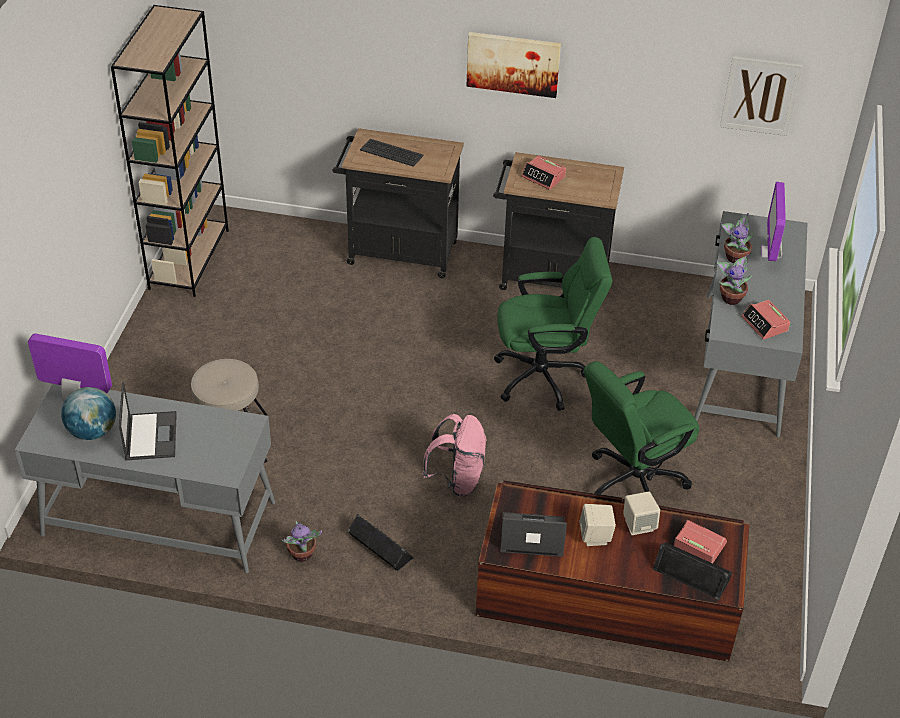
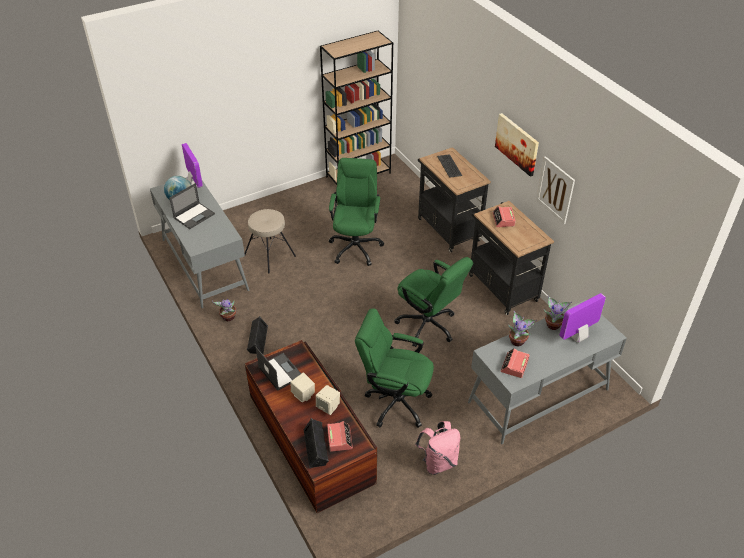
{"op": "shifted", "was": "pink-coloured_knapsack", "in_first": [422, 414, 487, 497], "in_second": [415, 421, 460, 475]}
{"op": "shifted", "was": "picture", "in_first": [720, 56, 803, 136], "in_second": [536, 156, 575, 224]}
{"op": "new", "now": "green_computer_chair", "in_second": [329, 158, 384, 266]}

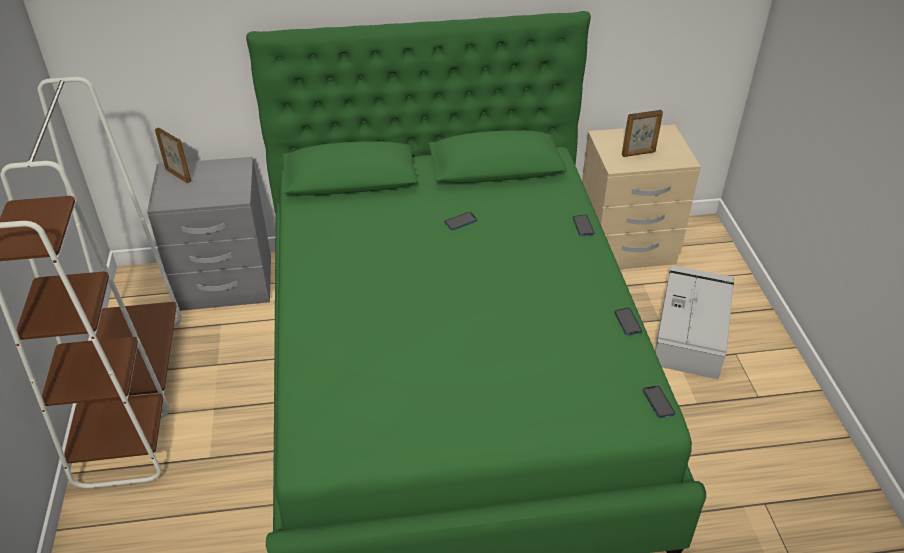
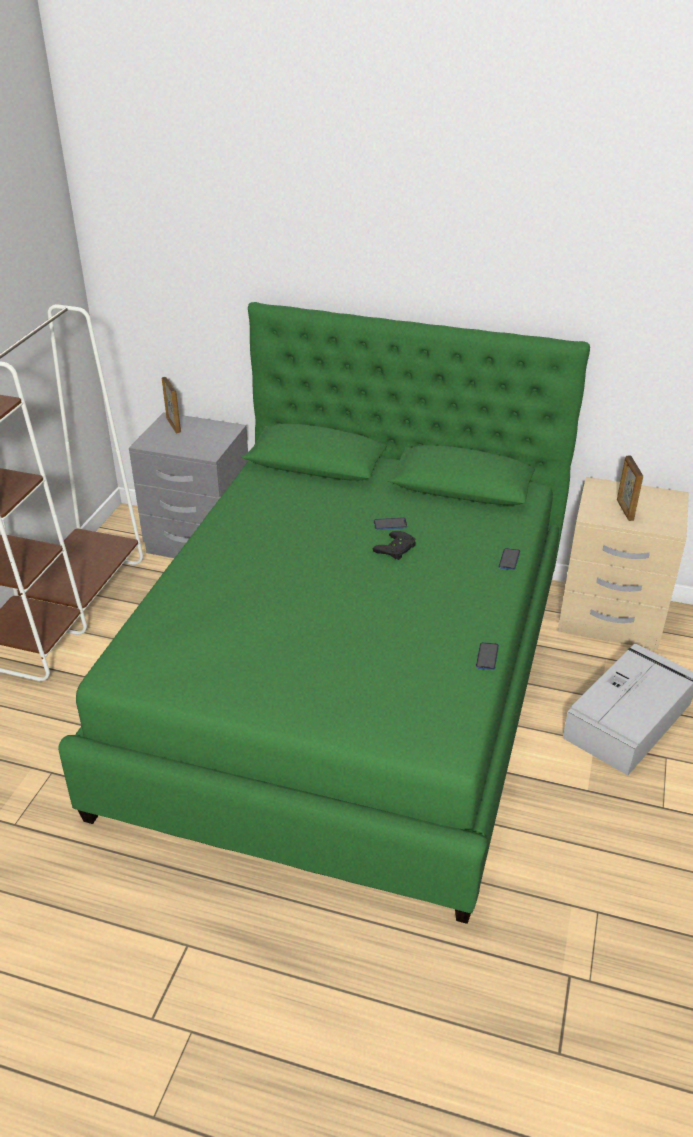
{"op": "rotated", "was": "picture_frame", "in_first": [622, 110, 663, 157], "in_second": [617, 456, 643, 521], "clockwise": 75}
{"op": "gone", "was": "handset", "in_first": [642, 386, 675, 418]}
{"op": "new", "now": "blackish_game_controller", "in_second": [373, 531, 416, 560]}

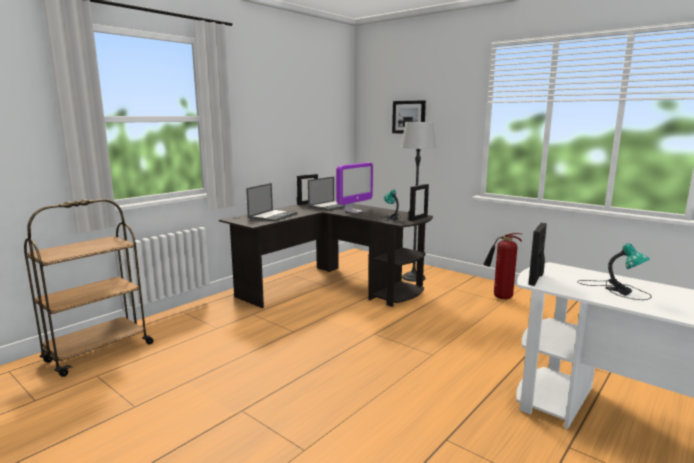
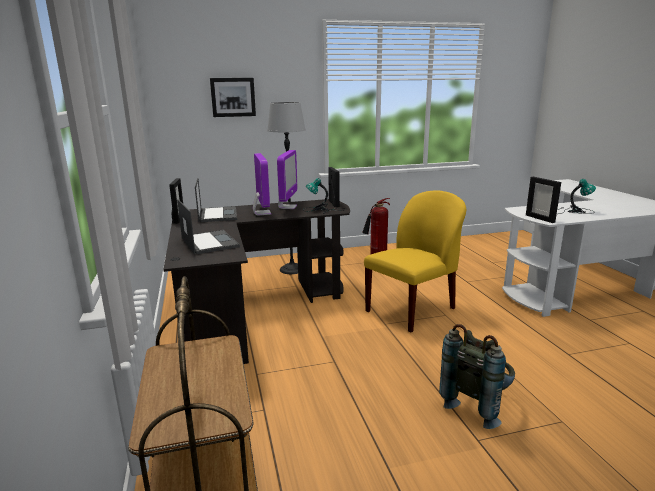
{"op": "new", "now": "computer_display", "in_second": [277, 150, 297, 209]}
{"op": "new", "now": "yellowish_upright_chair", "in_second": [364, 190, 466, 332]}
{"op": "new", "now": "gray_knapsack", "in_second": [439, 324, 515, 429]}

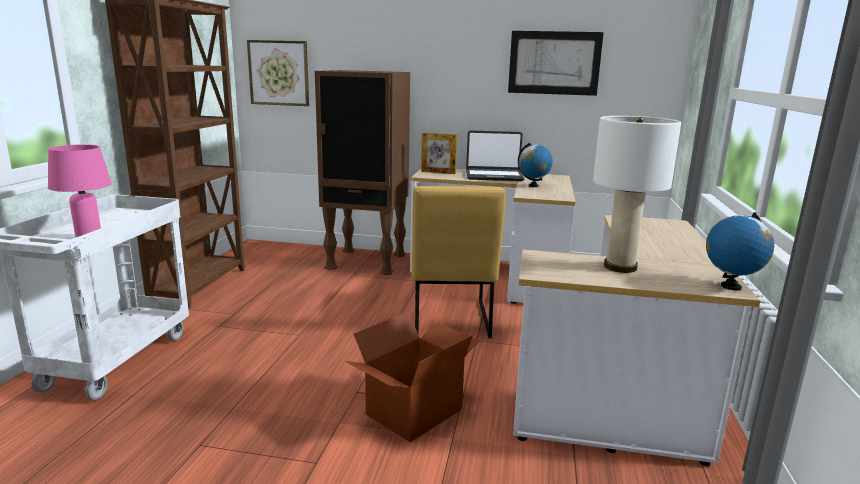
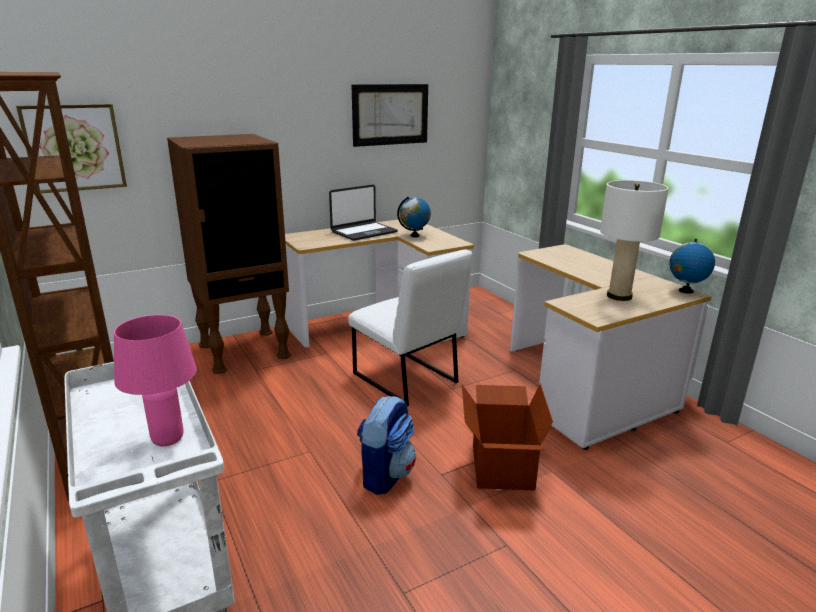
{"op": "repainted", "was": "yellowish_upright_chair", "now": "white-coloured_upright_chair", "in_first": [412, 186, 506, 338], "in_second": [348, 250, 472, 406]}
{"op": "gone", "was": "picture_frame", "in_first": [421, 133, 457, 174]}
{"op": "new", "now": "knapsack", "in_second": [357, 396, 416, 495]}

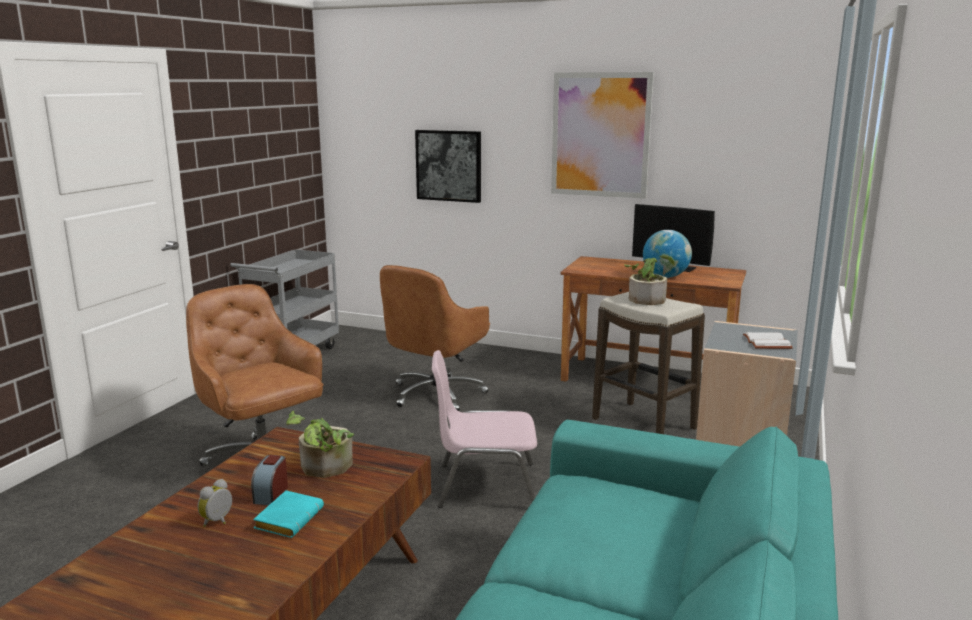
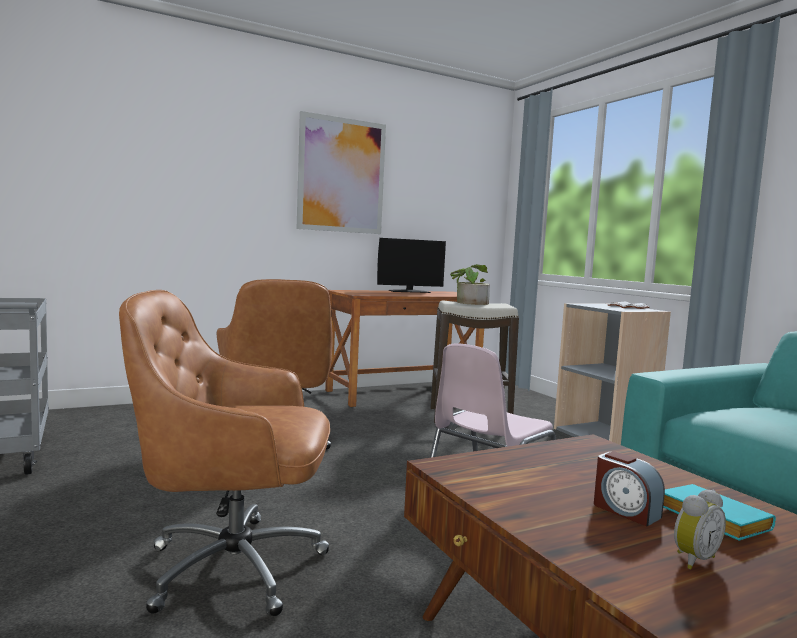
{"op": "rotated", "was": "bedside_clock", "in_first": [198, 479, 232, 527], "in_second": [674, 490, 726, 570], "clockwise": -105}
{"op": "gone", "was": "plant_in_a_pot", "in_first": [286, 411, 354, 478]}
{"op": "gone", "was": "picture", "in_first": [415, 130, 481, 203]}
{"op": "gone", "was": "world_globe", "in_first": [643, 230, 692, 278]}

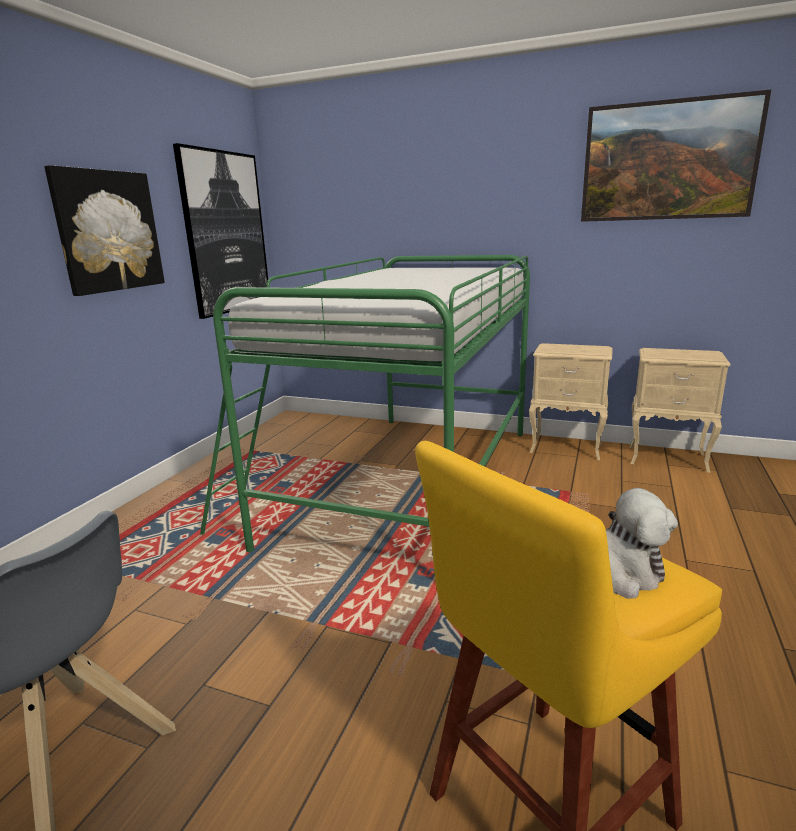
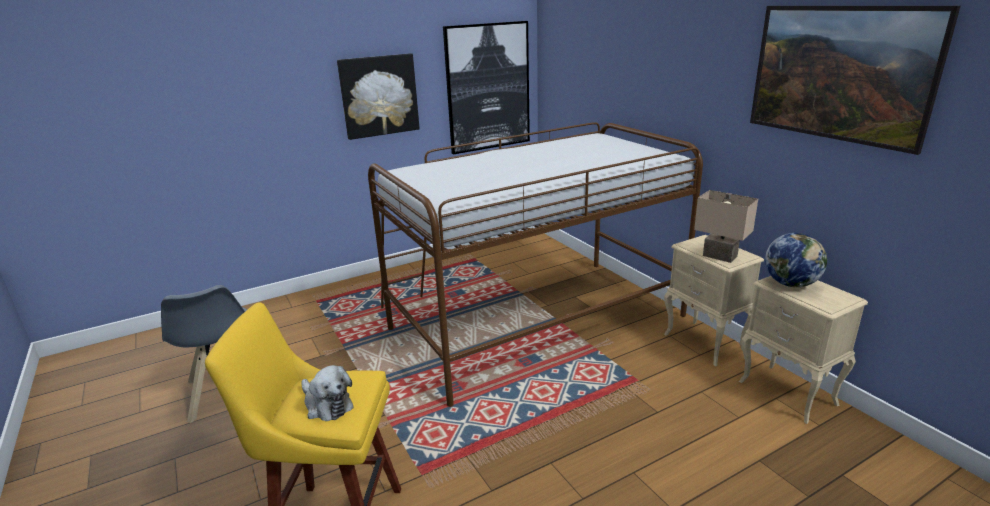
{"op": "repainted", "was": "green_bed", "now": "brown_bed", "in_first": [200, 255, 530, 552], "in_second": [368, 122, 703, 407]}
{"op": "new", "now": "sand-coloured_lamp_for_a_table", "in_second": [694, 190, 758, 263]}
{"op": "new", "now": "world_globe", "in_second": [765, 233, 827, 287]}

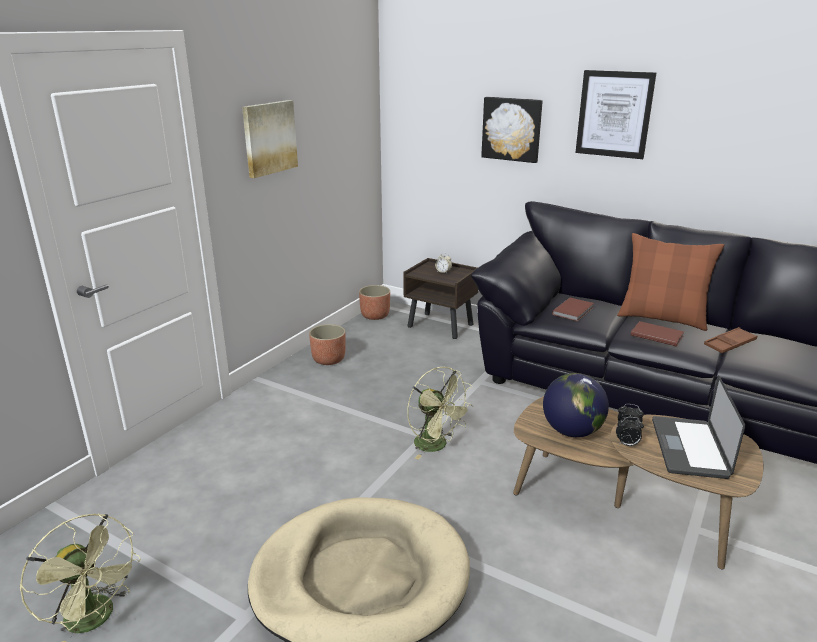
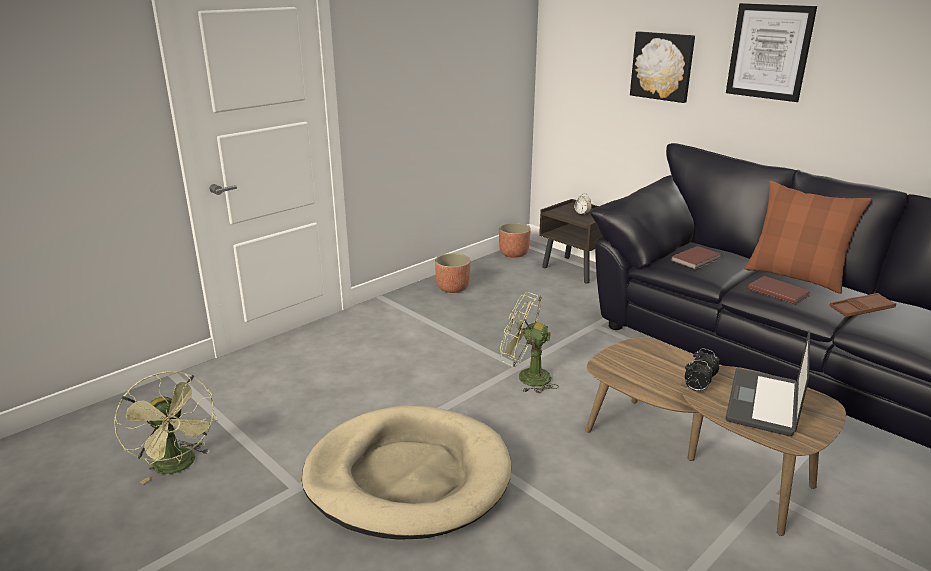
{"op": "gone", "was": "picture", "in_first": [242, 100, 298, 178]}
{"op": "rotated", "was": "green_fan", "in_first": [407, 367, 474, 459], "in_second": [500, 292, 559, 393], "clockwise": 135}
{"op": "gone", "was": "world_globe", "in_first": [543, 373, 609, 437]}

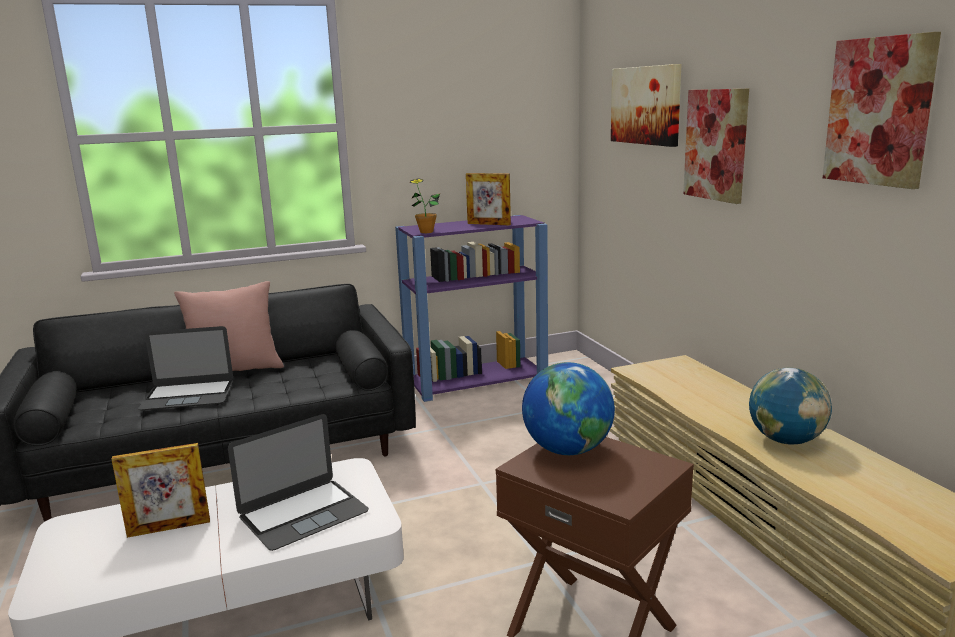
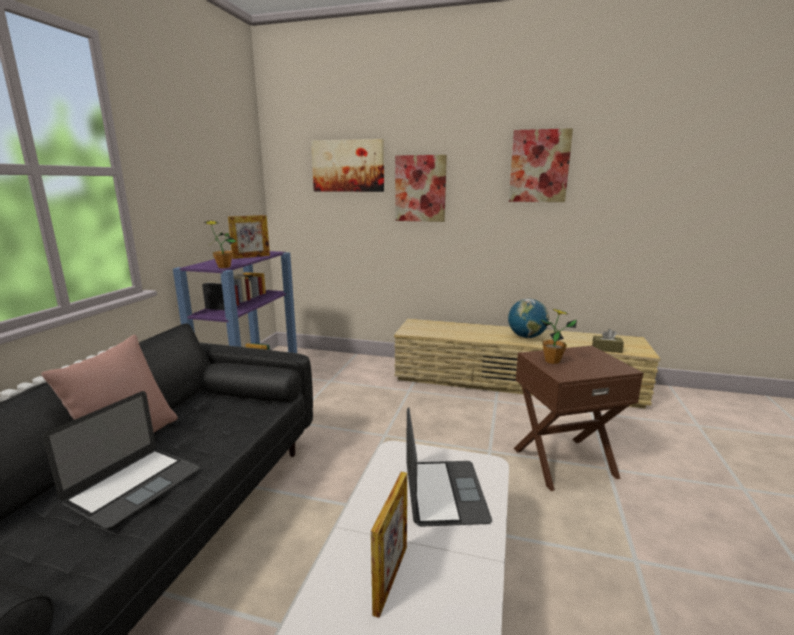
{"op": "swapped", "was": "world_globe", "now": "plant_in_a_pot", "in_first": [522, 362, 615, 455], "in_second": [540, 309, 577, 364]}
{"op": "new", "now": "brown_tissue_box", "in_second": [592, 329, 624, 353]}

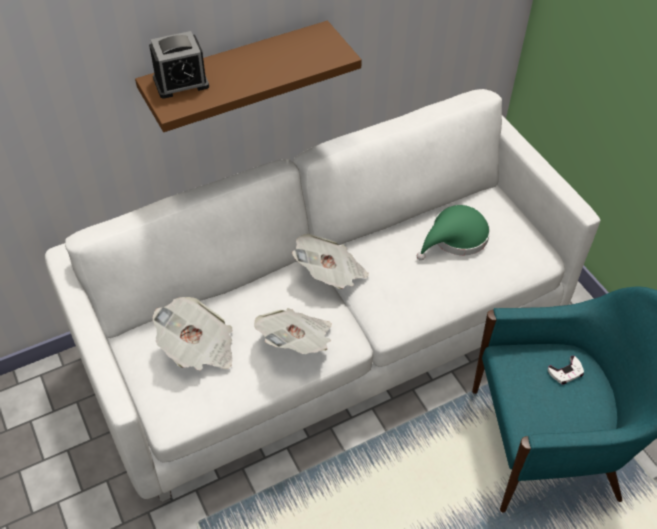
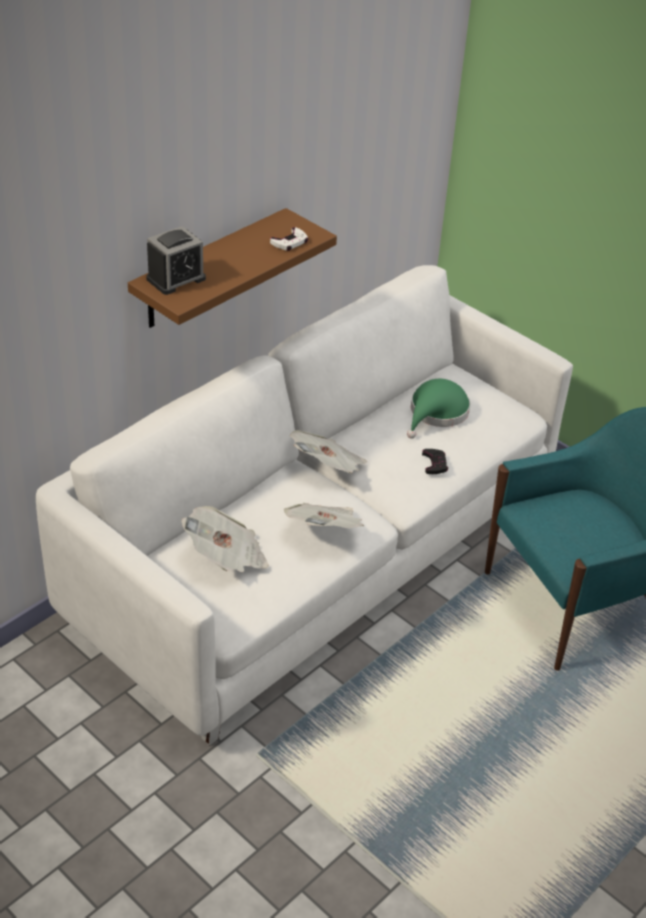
{"op": "shifted", "was": "white-coloured_game_controller", "in_first": [548, 356, 584, 385], "in_second": [270, 227, 308, 251]}
{"op": "new", "now": "blackish_game_controller", "in_second": [422, 449, 448, 474]}

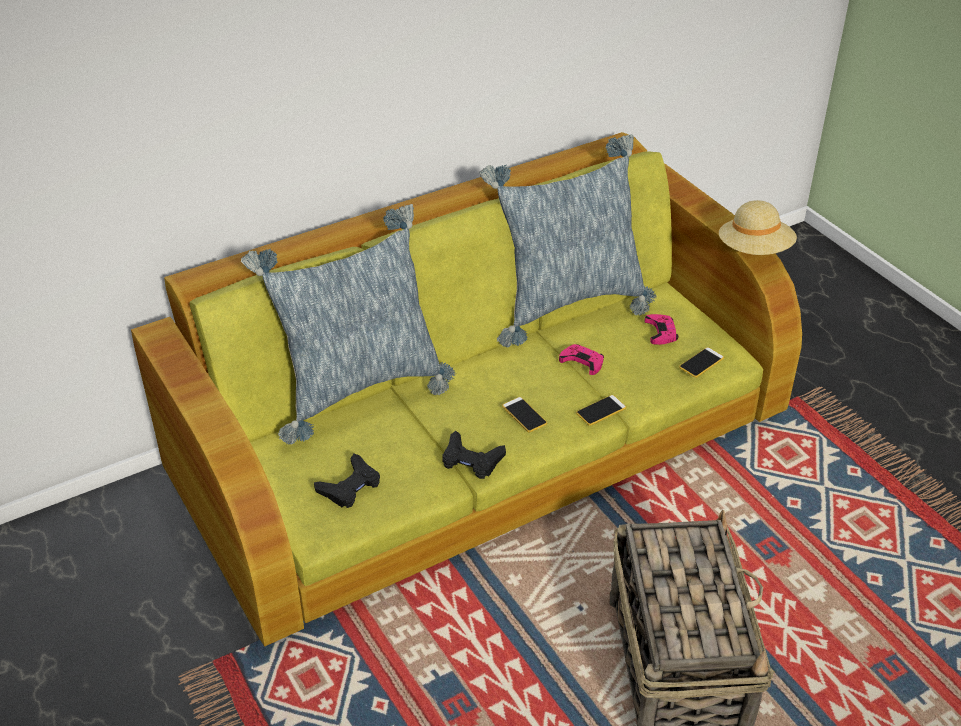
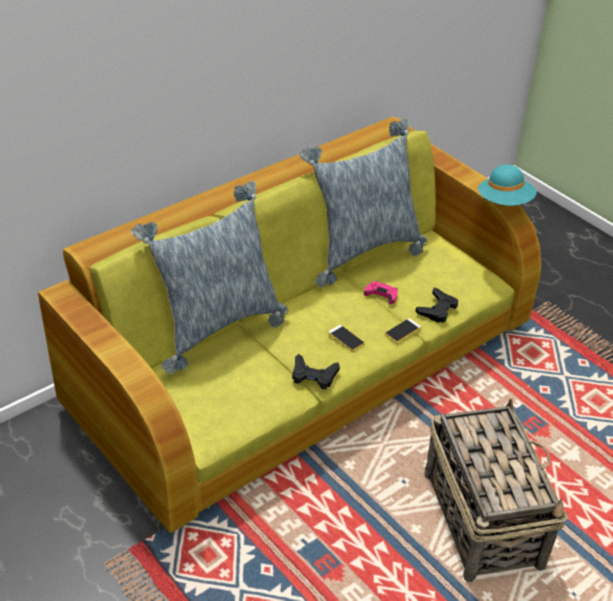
{"op": "shifted", "was": "blackish_game_controller", "in_first": [314, 453, 380, 508], "in_second": [416, 288, 458, 323]}
{"op": "gone", "was": "pink-coloured_game_controller", "in_first": [645, 314, 678, 345]}
{"op": "gone", "was": "handset", "in_first": [679, 347, 724, 378]}
{"op": "repainted", "was": "sand-coloured_clothing_hat", "now": "turquoise_clothing_hat", "in_first": [719, 200, 797, 255], "in_second": [478, 164, 537, 206]}

